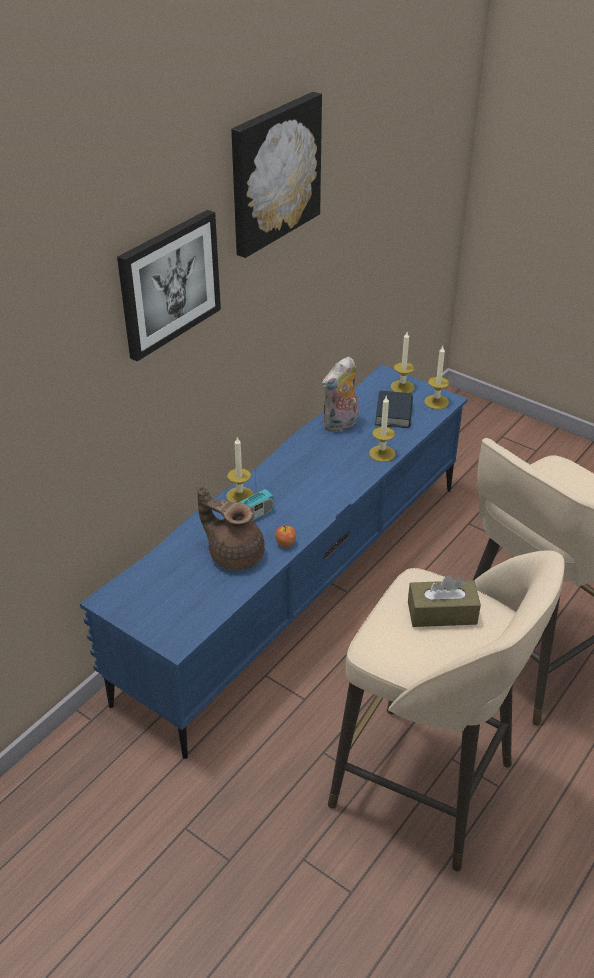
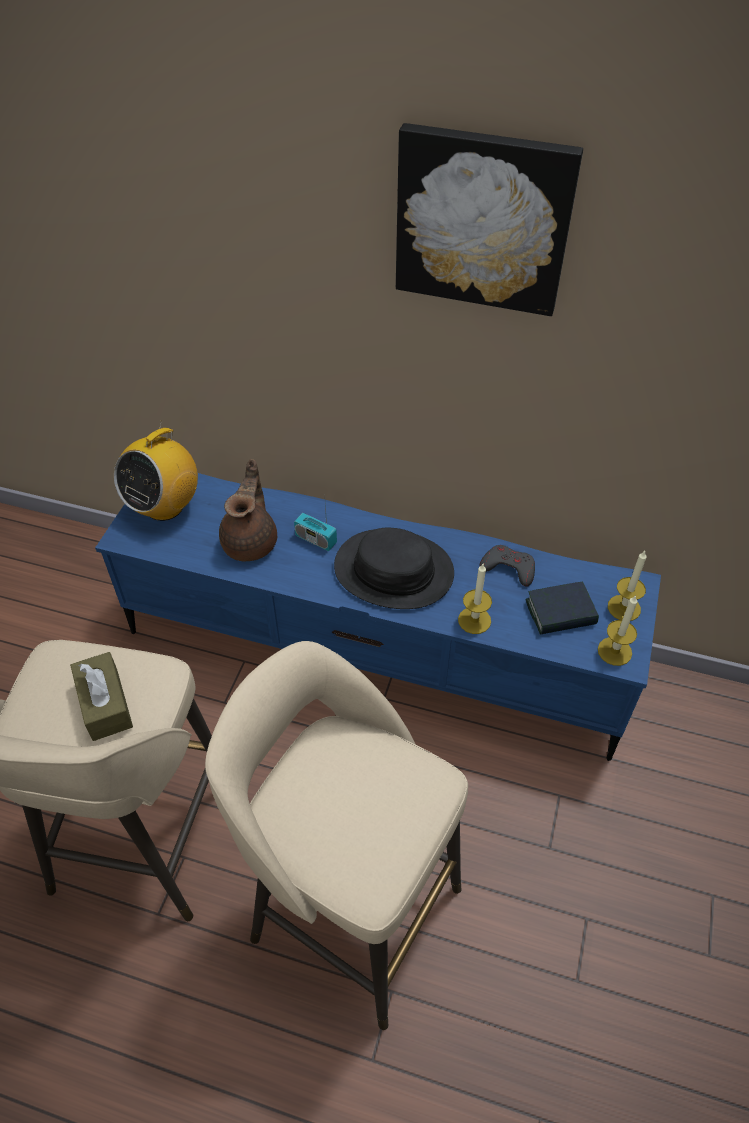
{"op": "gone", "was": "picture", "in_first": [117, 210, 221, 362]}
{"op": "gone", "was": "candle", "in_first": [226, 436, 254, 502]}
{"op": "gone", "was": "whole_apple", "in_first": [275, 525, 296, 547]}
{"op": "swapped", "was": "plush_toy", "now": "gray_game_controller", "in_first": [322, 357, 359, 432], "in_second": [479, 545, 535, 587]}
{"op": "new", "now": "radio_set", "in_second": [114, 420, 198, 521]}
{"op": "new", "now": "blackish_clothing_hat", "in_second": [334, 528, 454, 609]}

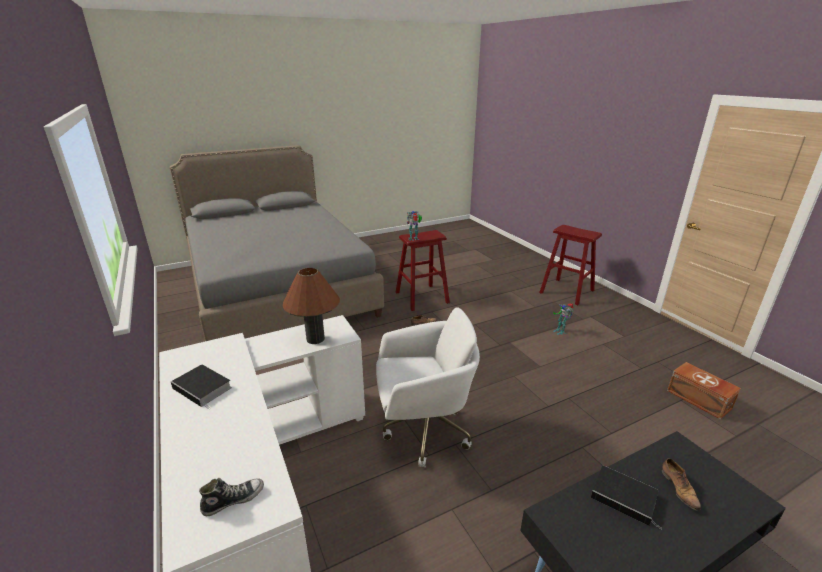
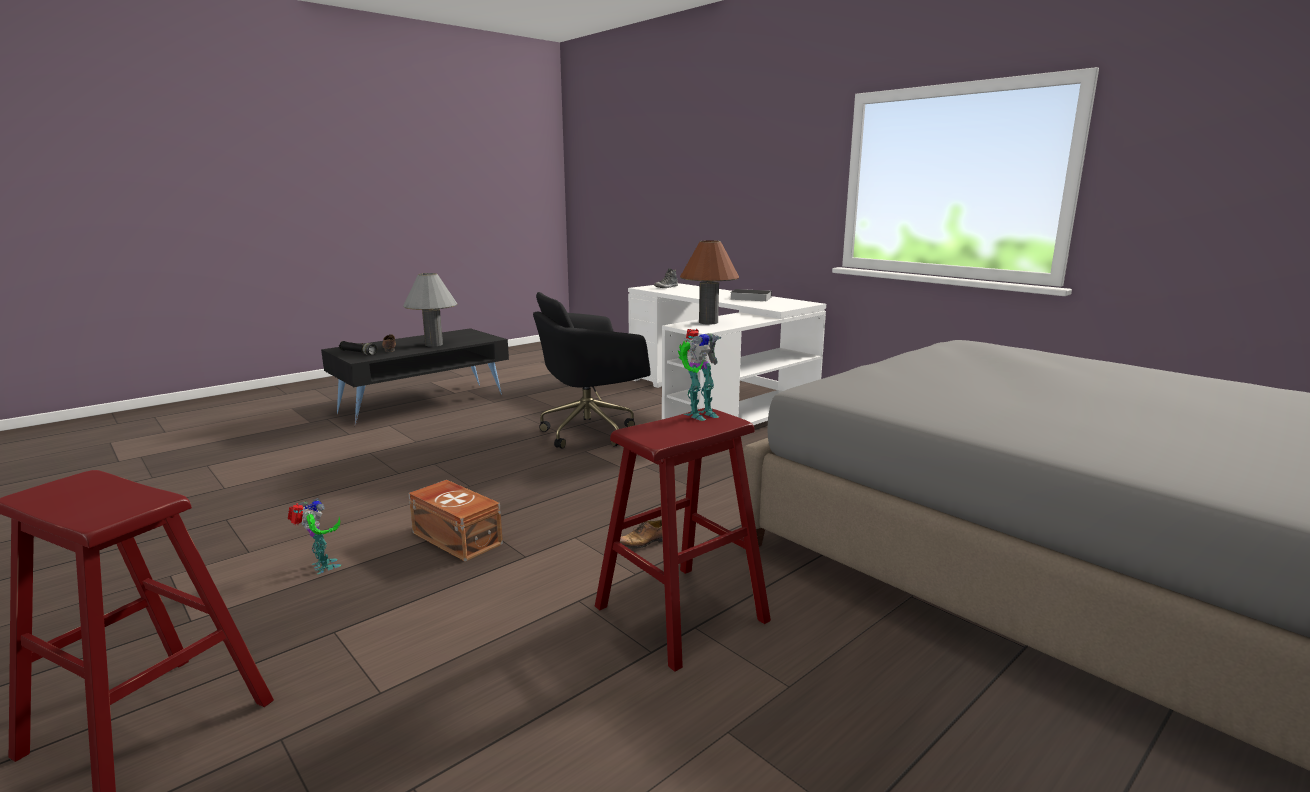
{"op": "repainted", "was": "white-coloured_computer_chair", "now": "blackish_computer_chair", "in_first": [376, 307, 480, 467], "in_second": [533, 292, 651, 449]}
{"op": "swapped", "was": "book", "now": "gray_lamp_for_a_table", "in_first": [591, 466, 663, 530], "in_second": [403, 273, 457, 347]}
{"op": "shifted", "was": "brown_storage_container", "in_first": [667, 362, 741, 420], "in_second": [408, 480, 503, 561]}
{"op": "new", "now": "blackish_torch", "in_second": [339, 341, 377, 355]}

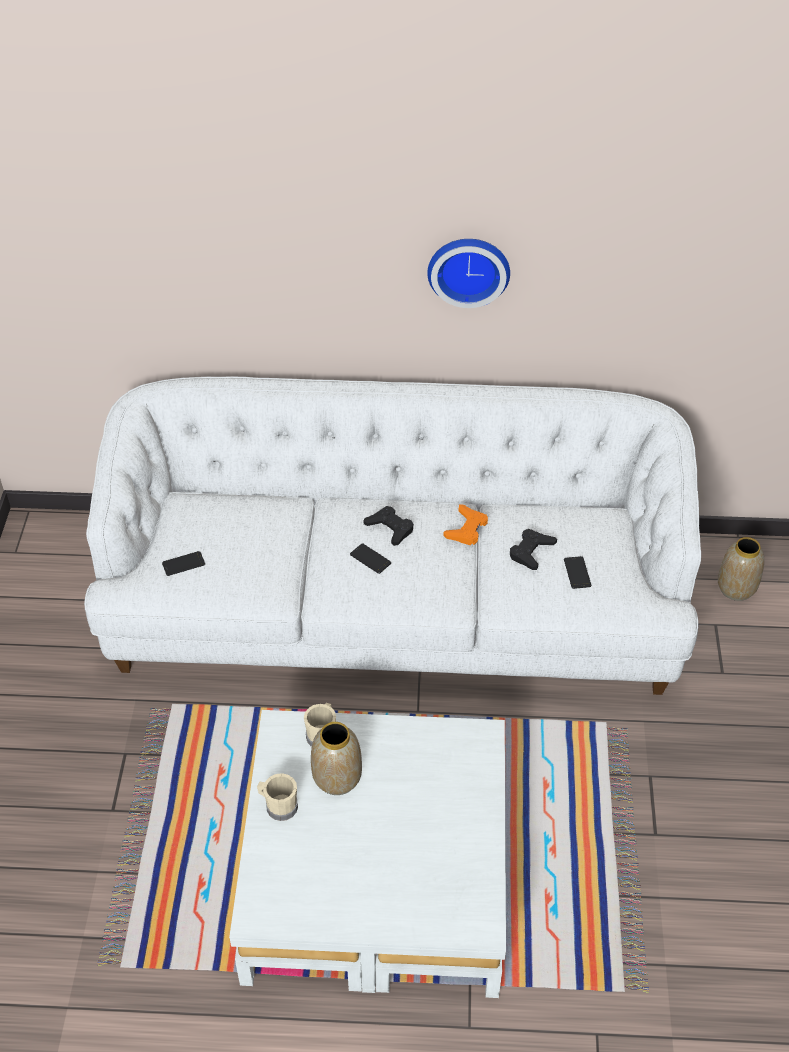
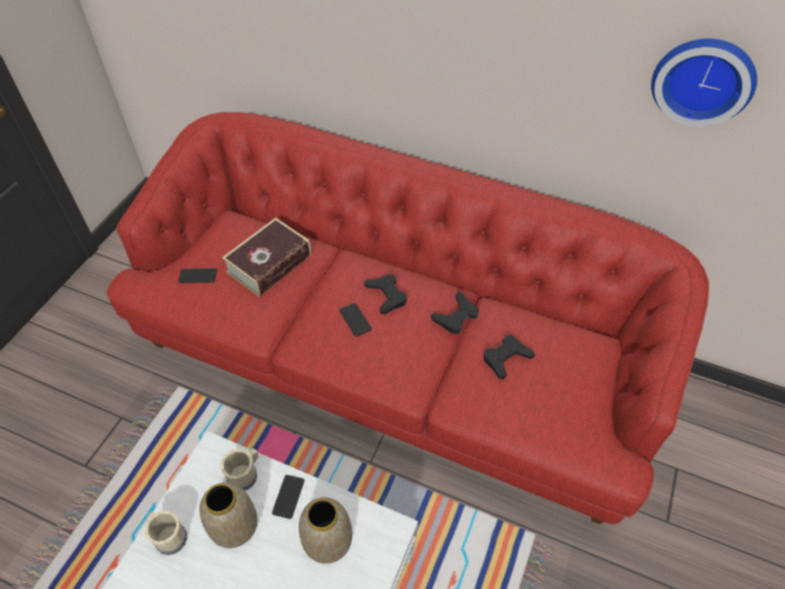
{"op": "repainted", "was": "white-coloured_couch", "now": "red-coloured_couch", "in_first": [84, 376, 701, 695], "in_second": [107, 112, 709, 524]}
{"op": "shifted", "was": "wall_clock", "in_first": [427, 239, 510, 308], "in_second": [651, 38, 757, 127]}
{"op": "repainted", "was": "orange-coloured_game_controller", "now": "blackish_game_controller", "in_first": [443, 504, 488, 545], "in_second": [431, 292, 479, 334]}
{"op": "shifted", "was": "handset", "in_first": [564, 556, 591, 589], "in_second": [272, 475, 304, 519]}
{"op": "shifted", "was": "vase", "in_first": [718, 537, 764, 601], "in_second": [299, 497, 352, 564]}
{"op": "new", "now": "book", "in_second": [222, 218, 311, 297]}

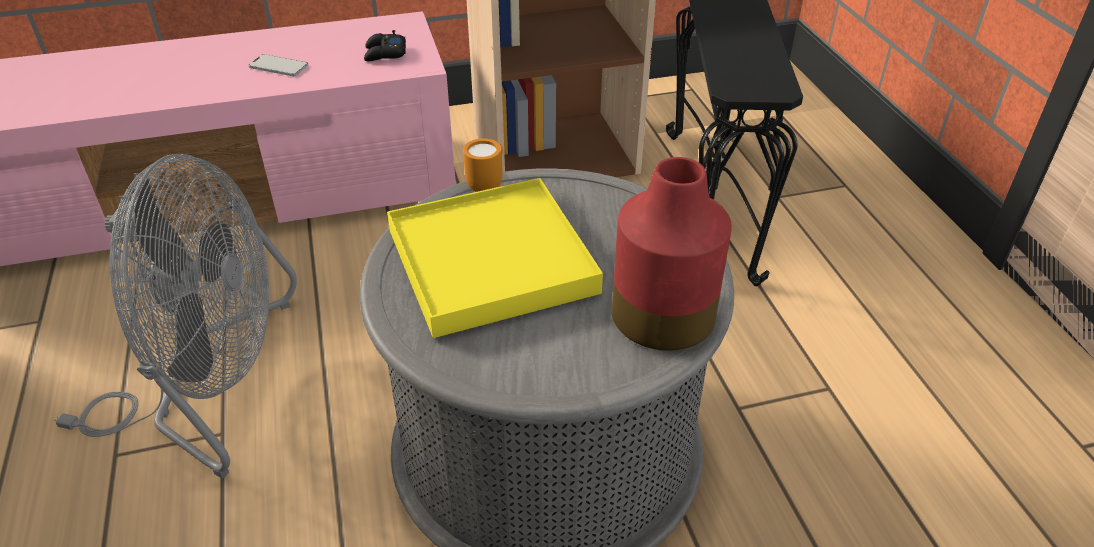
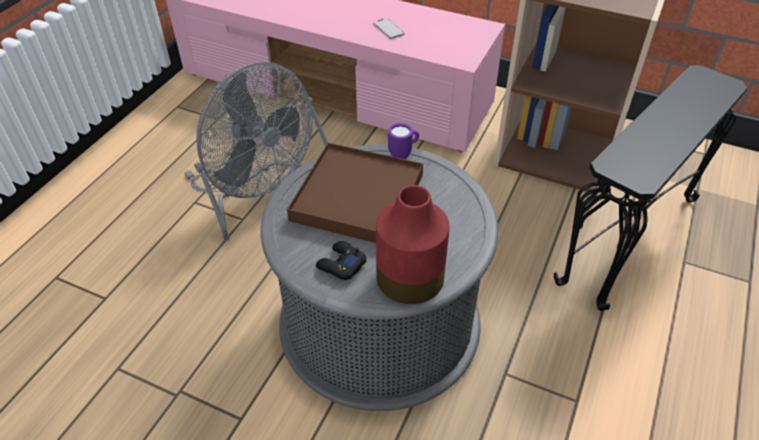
{"op": "shifted", "was": "blackish_game_controller", "in_first": [364, 30, 406, 61], "in_second": [316, 241, 367, 280]}
{"op": "repainted", "was": "yellowish_tray", "now": "brown_tray", "in_first": [387, 178, 603, 338], "in_second": [287, 143, 423, 243]}
{"op": "repainted", "was": "orange-coloured_tea_mug", "now": "purple-coloured_tea_mug", "in_first": [463, 138, 503, 192], "in_second": [388, 123, 419, 159]}

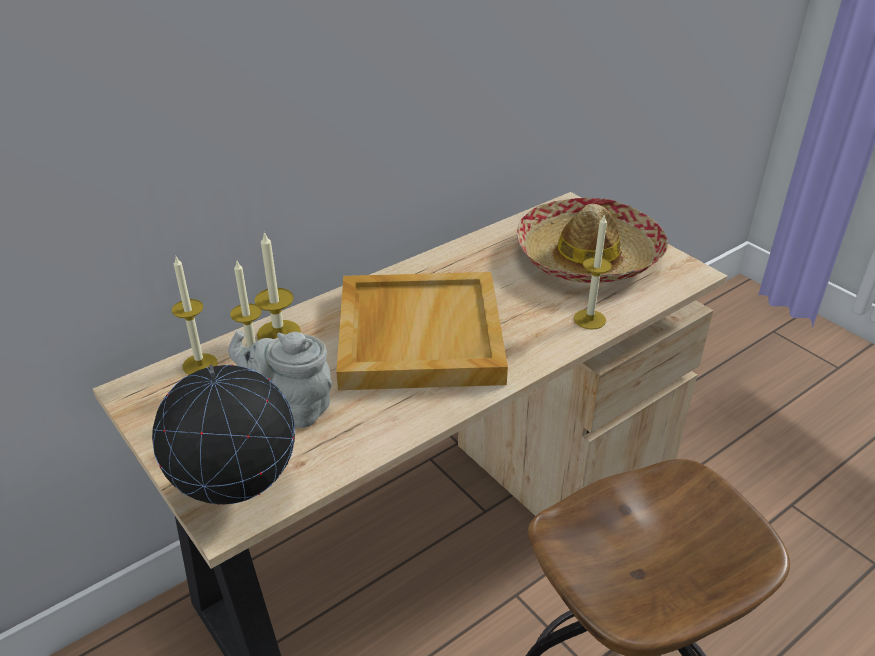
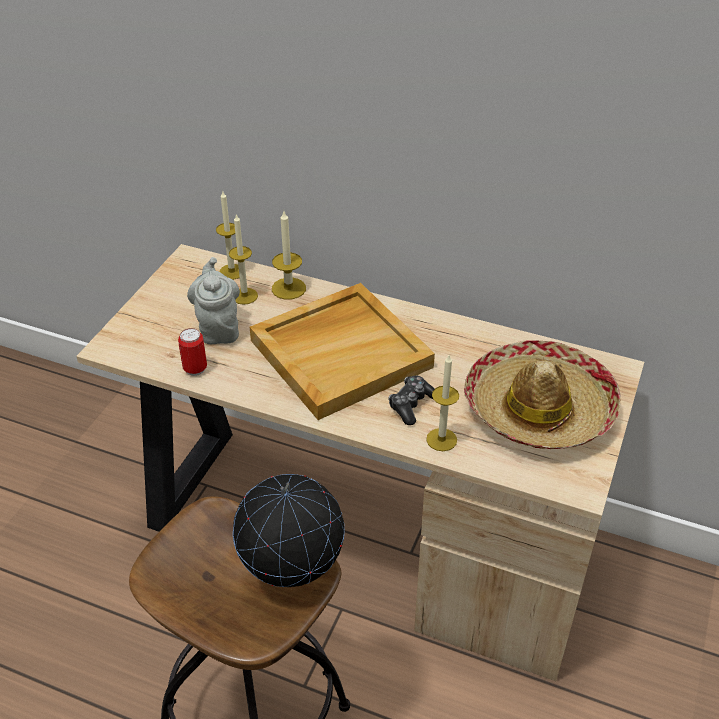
{"op": "shifted", "was": "world_globe", "in_first": [152, 364, 295, 505], "in_second": [233, 474, 345, 587]}
{"op": "new", "now": "can", "in_second": [178, 328, 207, 376]}
{"op": "new", "now": "game_controller", "in_second": [389, 375, 435, 425]}

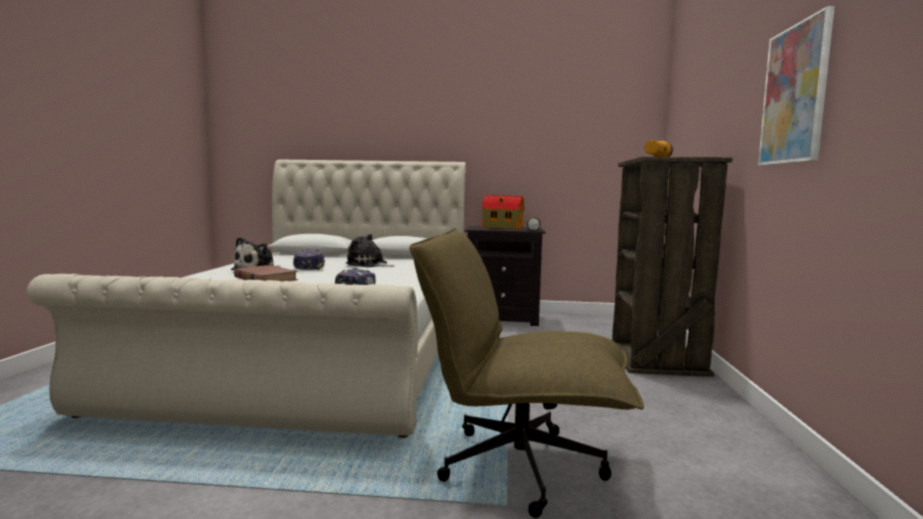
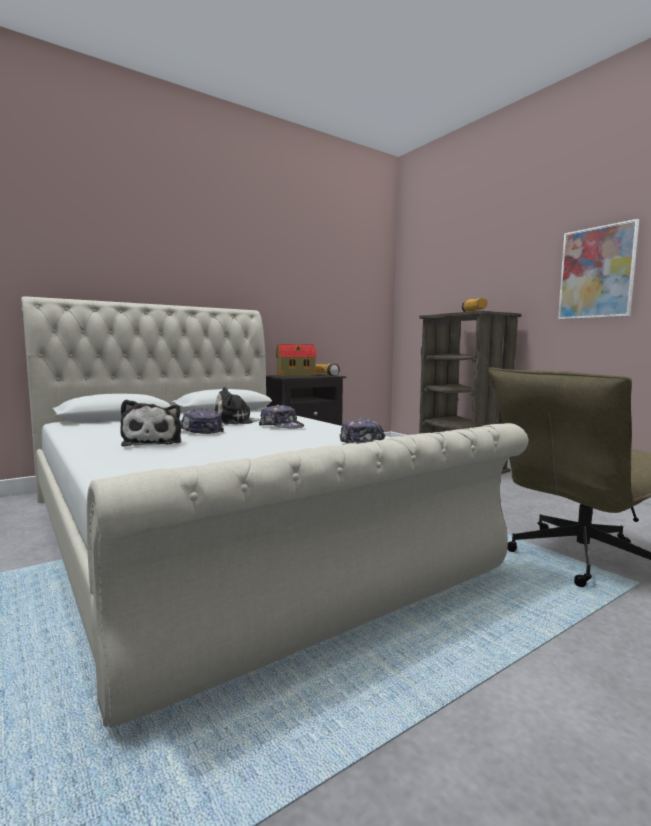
{"op": "gone", "was": "brown_book", "in_first": [234, 265, 298, 282]}
{"op": "new", "now": "peaked_cap", "in_second": [259, 405, 304, 429]}

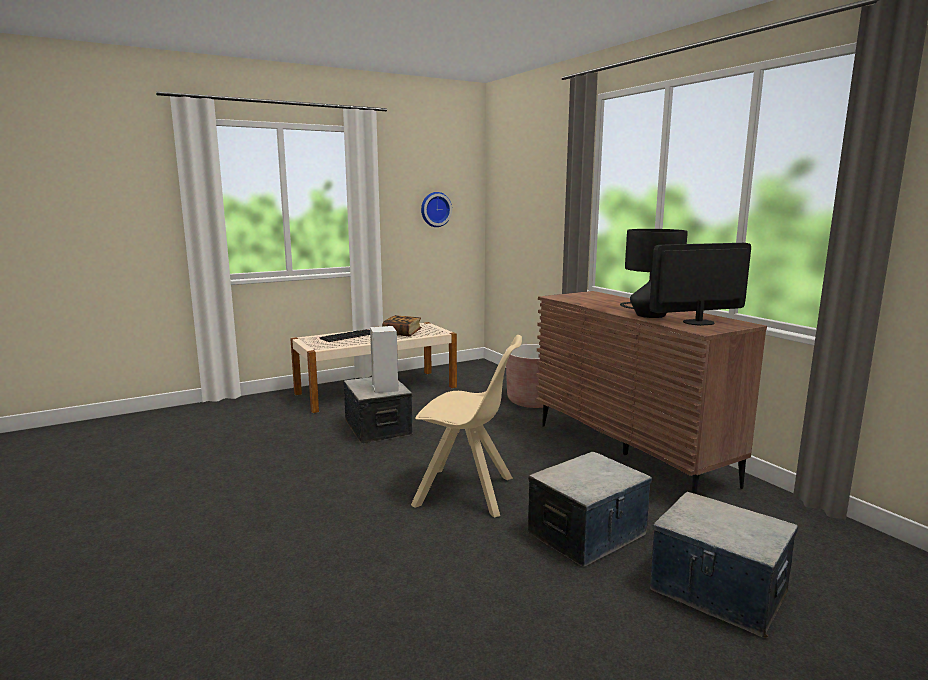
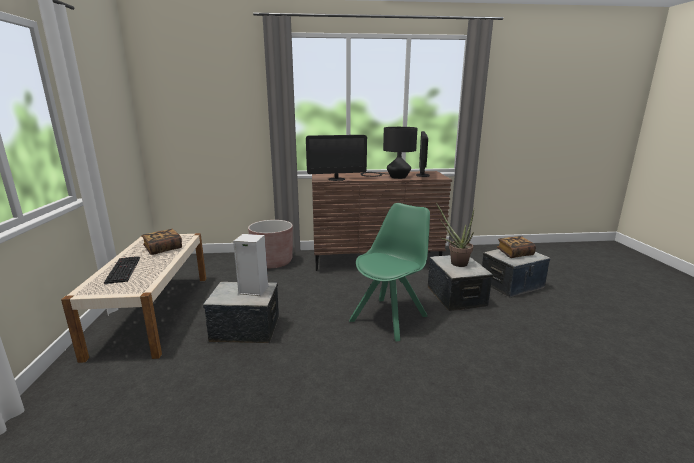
{"op": "repainted", "was": "sand-coloured_upright_chair", "now": "green_upright_chair", "in_first": [411, 335, 522, 518], "in_second": [349, 203, 430, 341]}
{"op": "gone", "was": "wall_clock", "in_first": [421, 192, 452, 227]}
{"op": "new", "now": "computer_display", "in_second": [306, 135, 367, 181]}
{"op": "new", "now": "plant_in_a_pot", "in_second": [436, 203, 474, 267]}
{"op": "new", "now": "book", "in_second": [497, 236, 536, 258]}

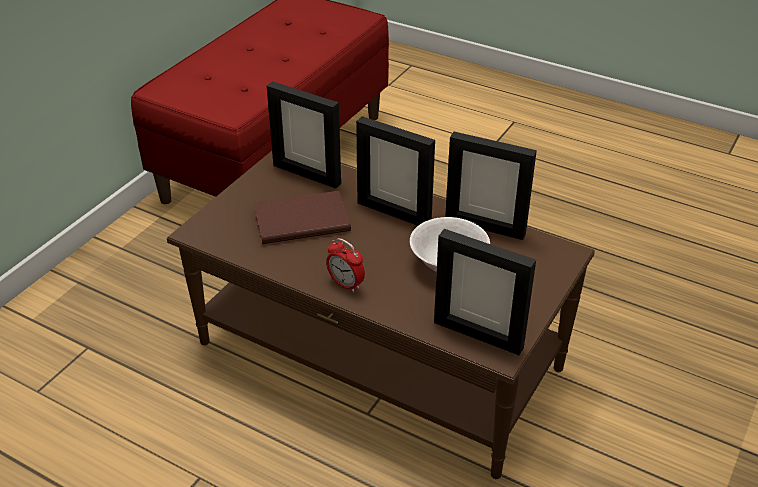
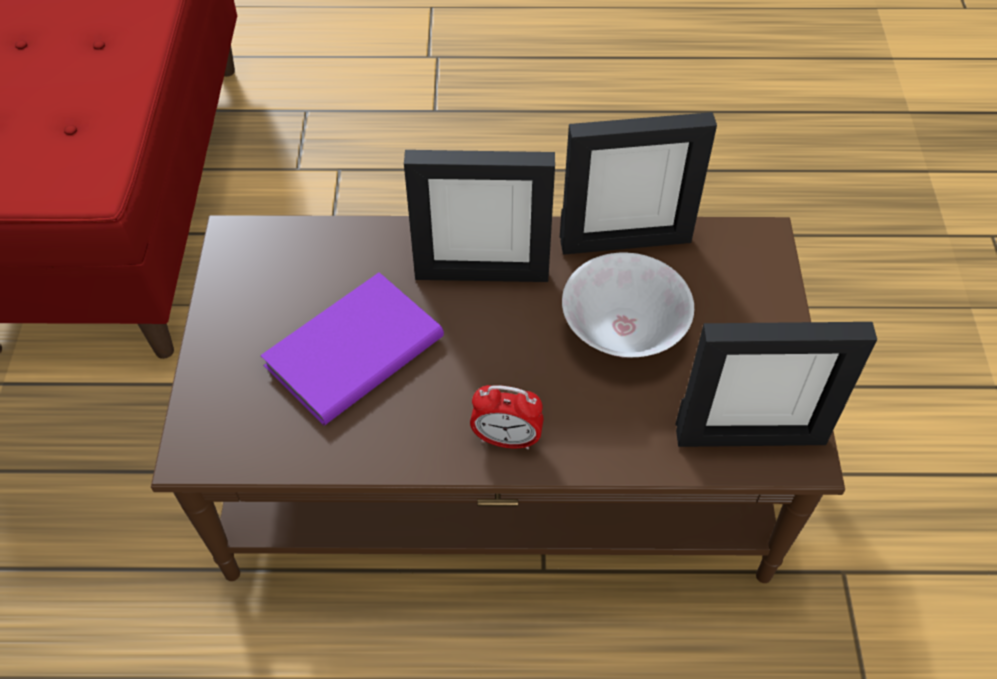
{"op": "repainted", "was": "brown_book", "now": "purple-coloured_book", "in_first": [254, 191, 351, 244], "in_second": [260, 272, 444, 426]}
{"op": "gone", "was": "picture_frame", "in_first": [267, 81, 341, 189]}

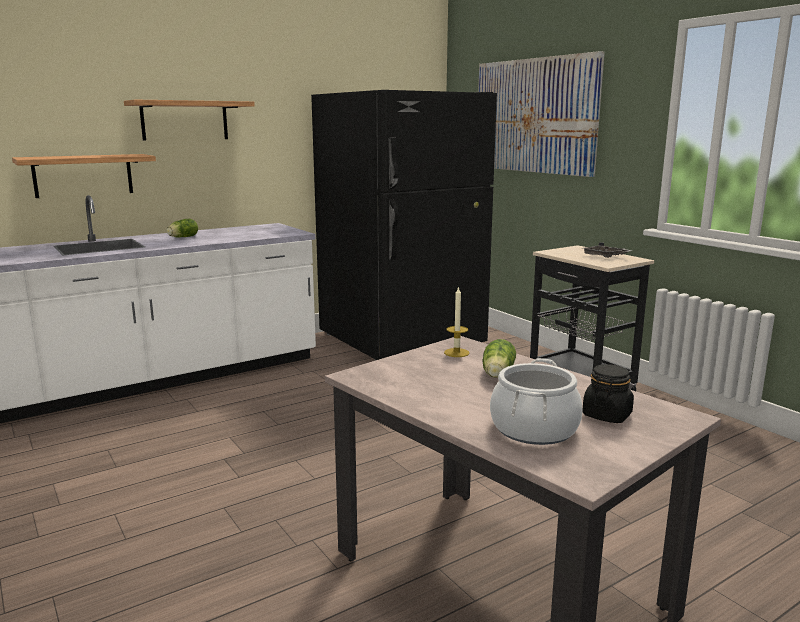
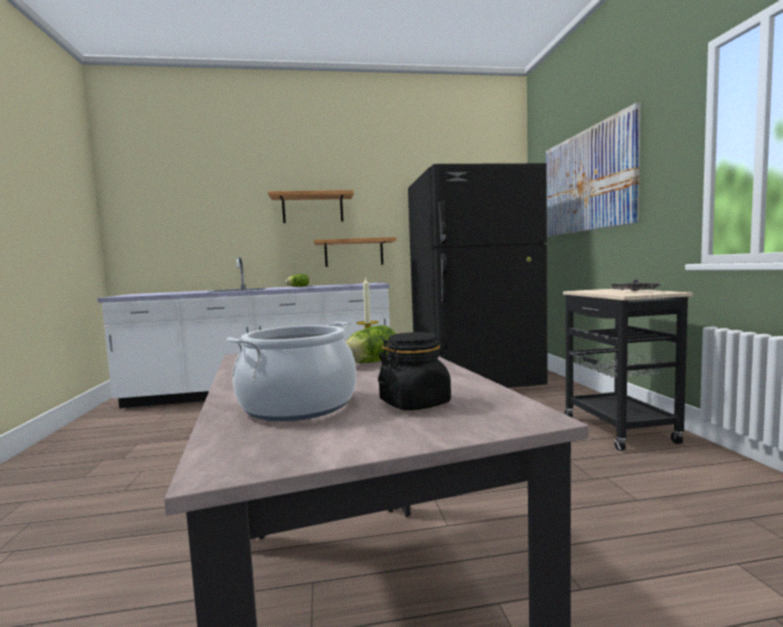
{"op": "shifted", "was": "shelf", "in_first": [12, 154, 156, 198], "in_second": [314, 237, 396, 267]}

